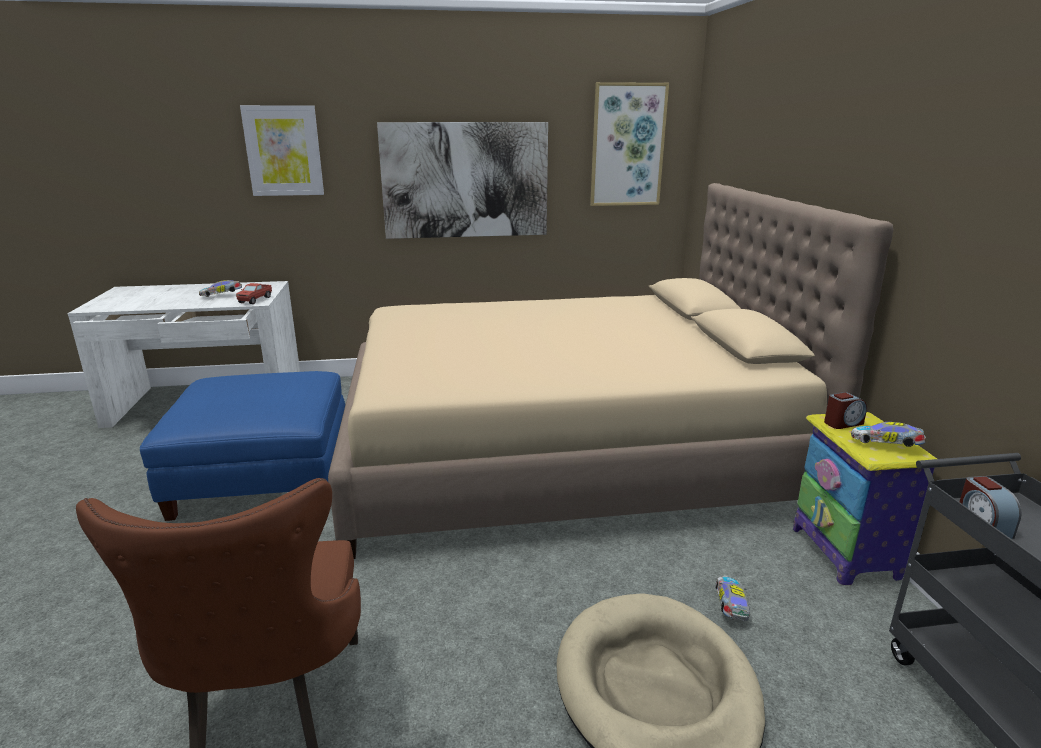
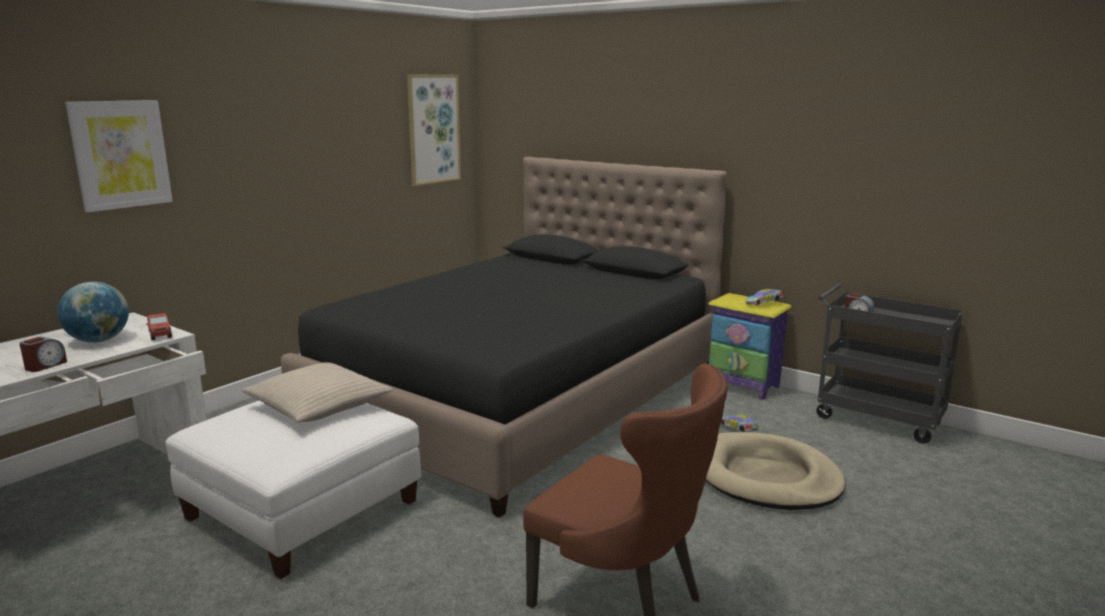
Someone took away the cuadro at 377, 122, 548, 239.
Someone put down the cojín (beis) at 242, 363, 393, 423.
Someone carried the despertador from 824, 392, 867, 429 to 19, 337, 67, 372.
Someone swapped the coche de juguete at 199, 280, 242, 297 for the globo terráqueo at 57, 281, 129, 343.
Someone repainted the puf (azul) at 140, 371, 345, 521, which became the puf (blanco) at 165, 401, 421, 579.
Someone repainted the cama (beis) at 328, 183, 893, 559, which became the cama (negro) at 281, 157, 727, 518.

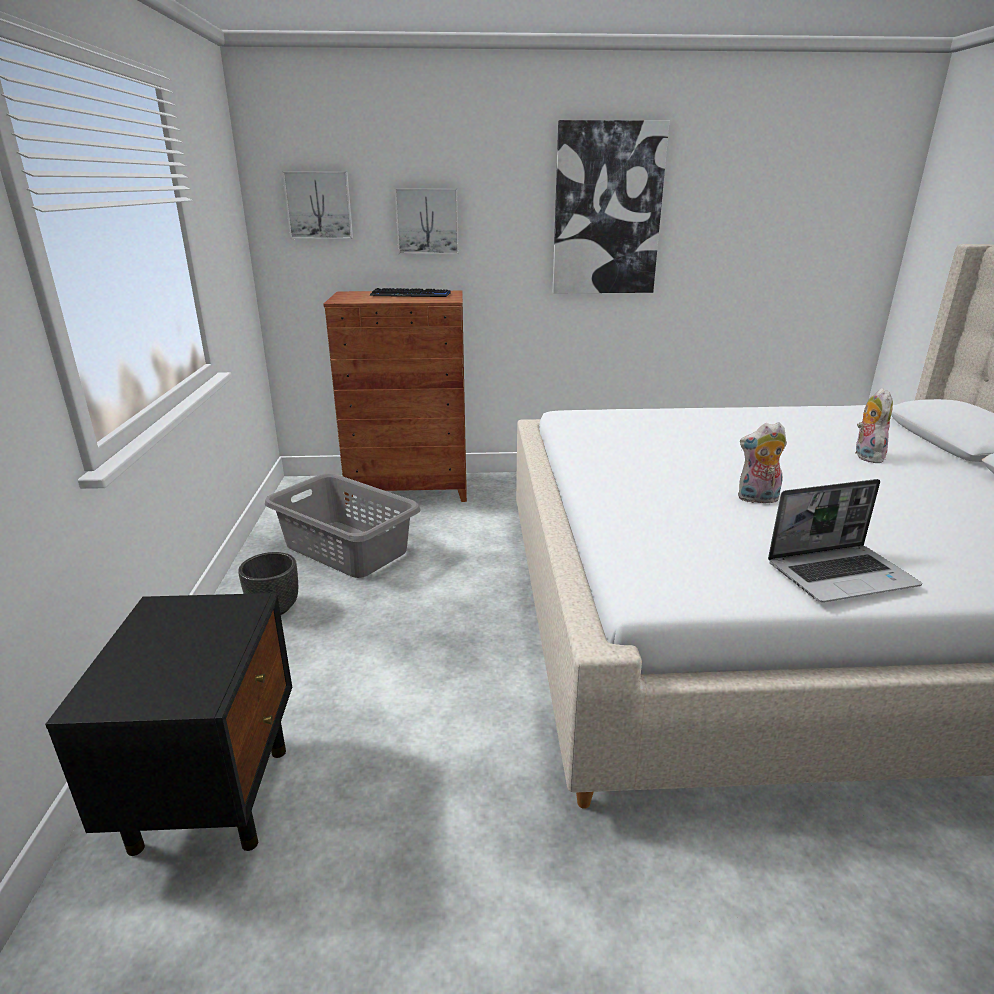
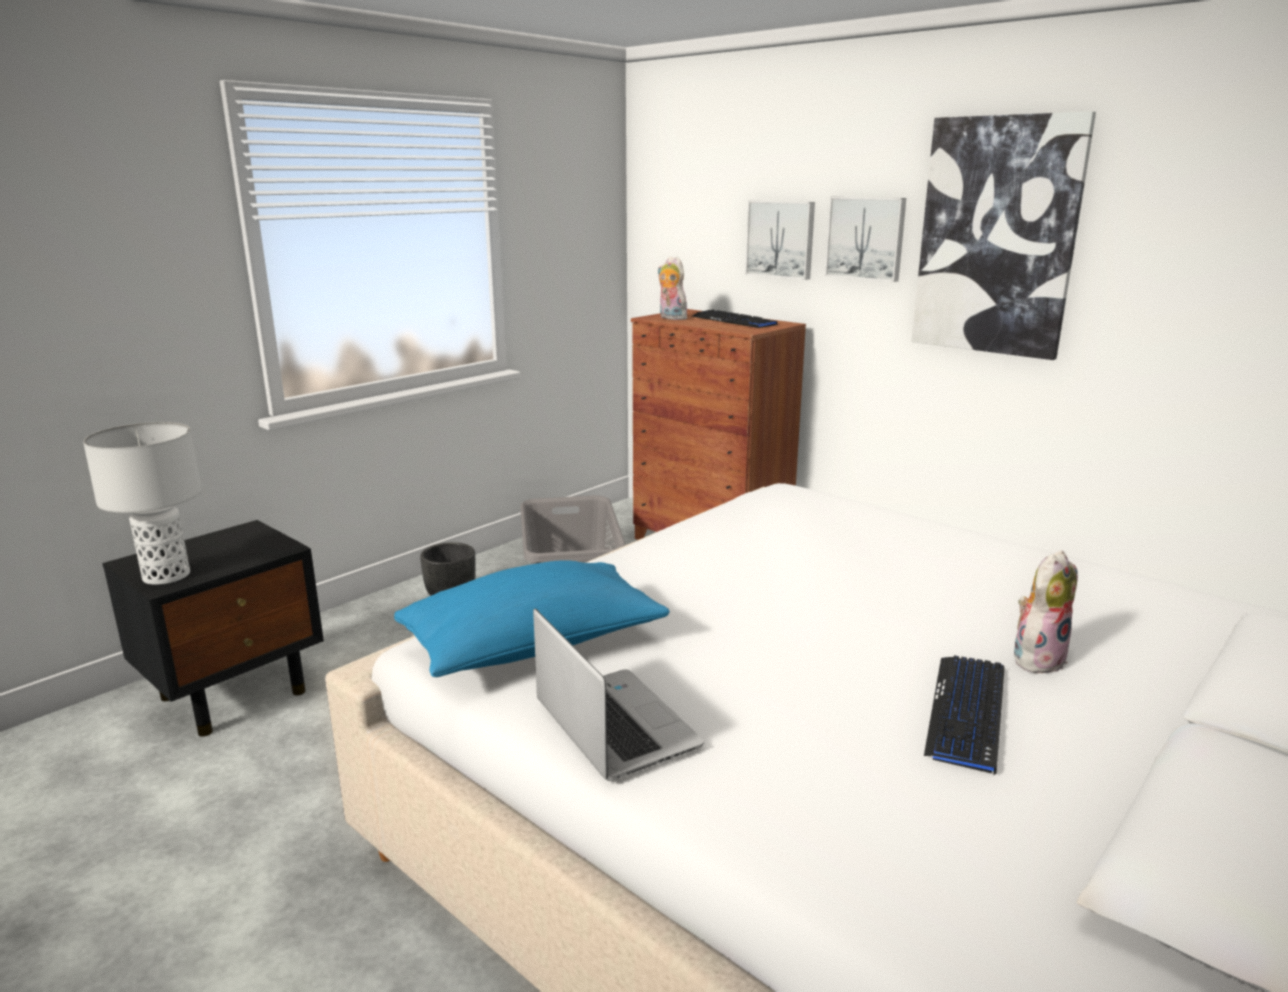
Someone put down the lámpara de mesa (blanco) at 83, 422, 202, 585.
Someone put down the cojín (azul) at 394, 560, 670, 677.
Someone put down the teclado at 924, 655, 1004, 775.
Someone carried the cuadro from 282, 171, 353, 239 to 825, 197, 906, 282.
Someone carried the peluche from 738, 422, 787, 503 to 657, 256, 687, 320.
Someone rotated the portátil at 768, 479, 922, 602 by 150 degrees counterclockwise.

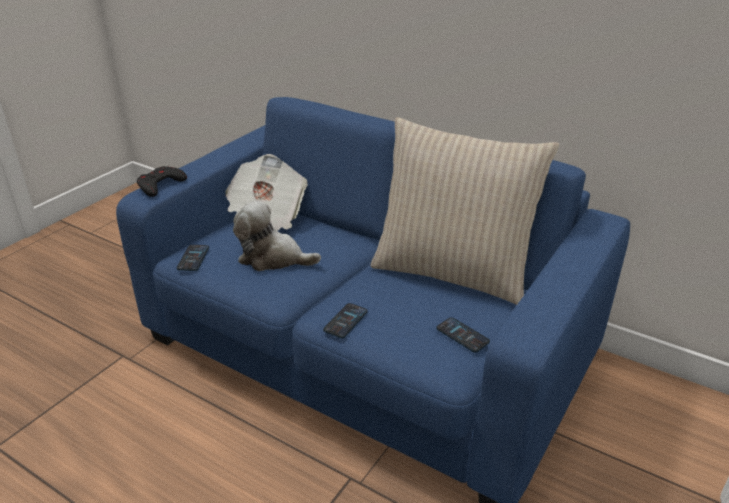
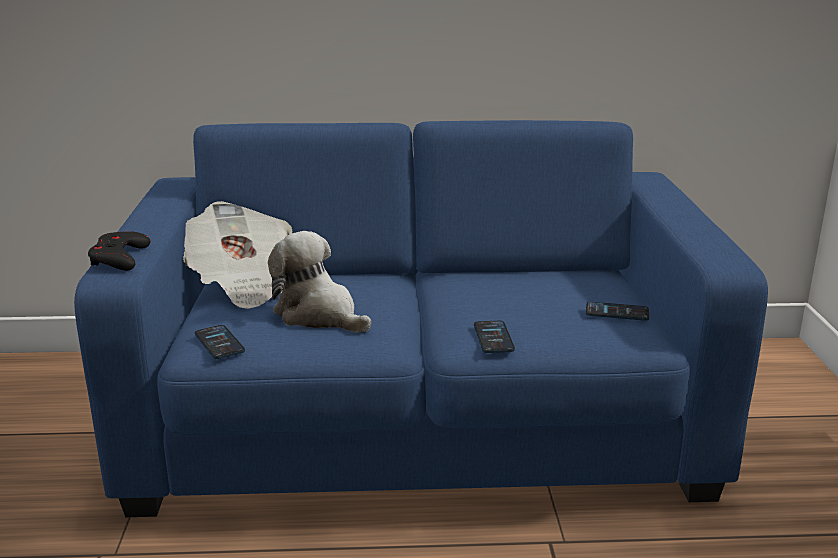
Someone took away the cojín (beis) at 370, 117, 559, 305.
Someone rotated the peluche at 233, 201, 321, 271 by 60 degrees clockwise.

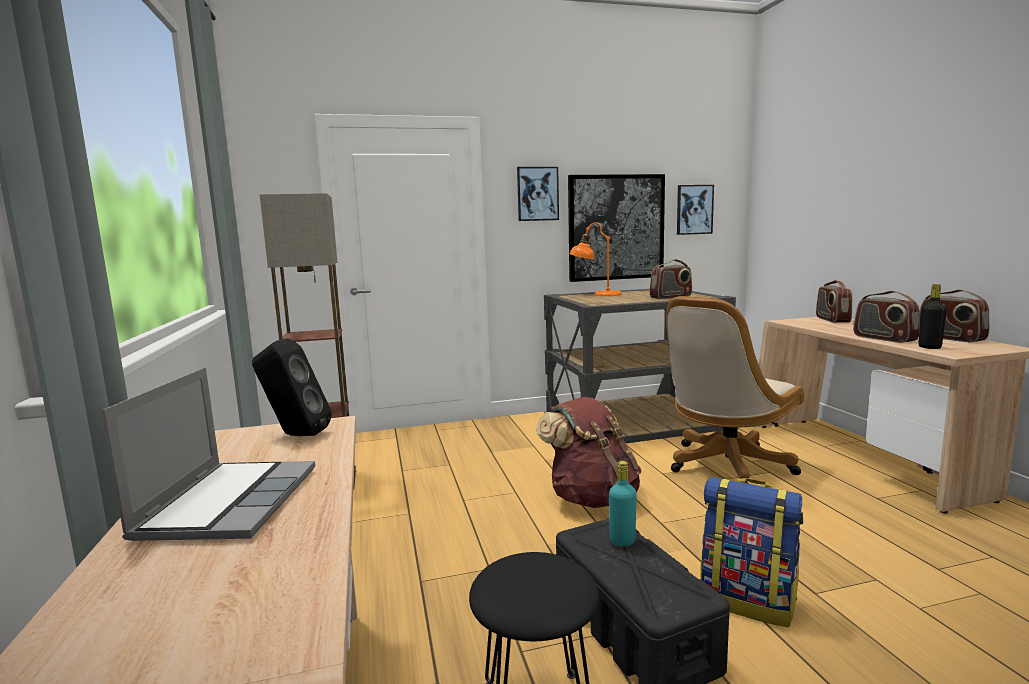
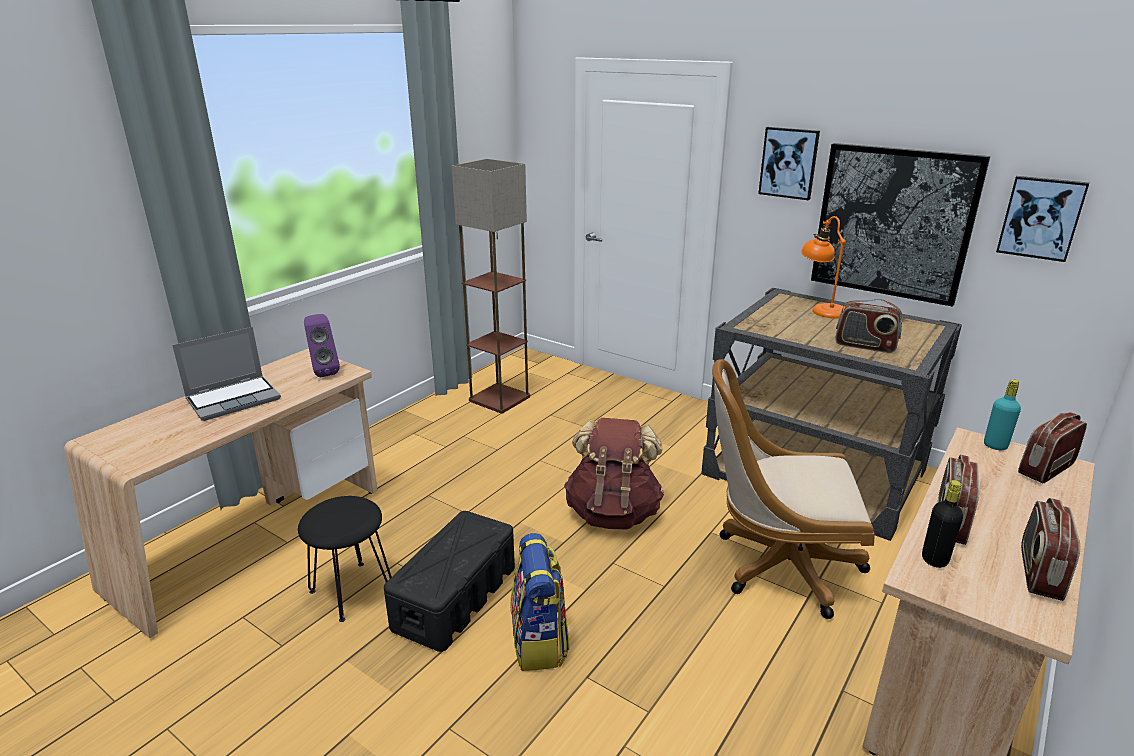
Someone carried the botella (turquesa) from 609, 461, 637, 547 to 984, 379, 1021, 450.
Someone repainted the altavoz (negro) at 252, 338, 332, 436, which became the altavoz (morado) at 304, 314, 340, 377.

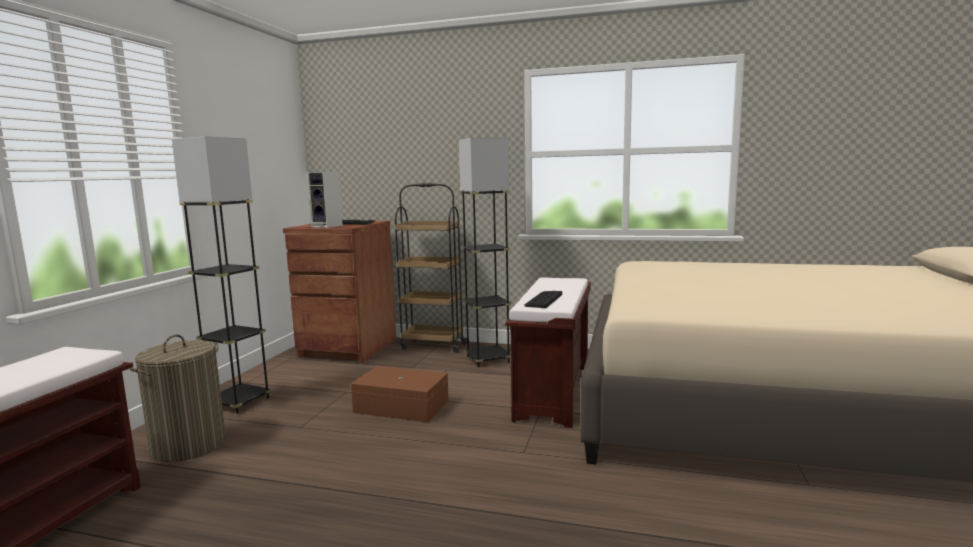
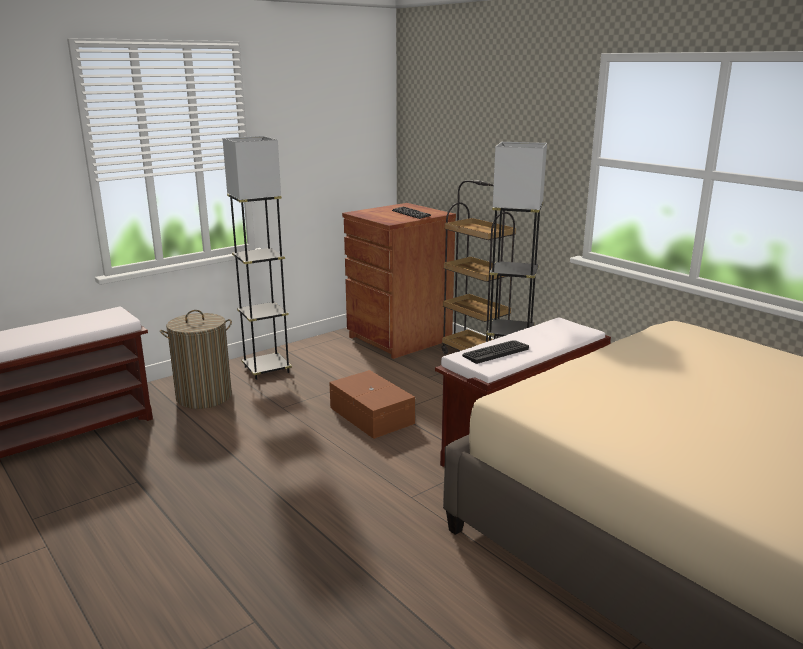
Someone took away the altavoz at 307, 171, 343, 228.

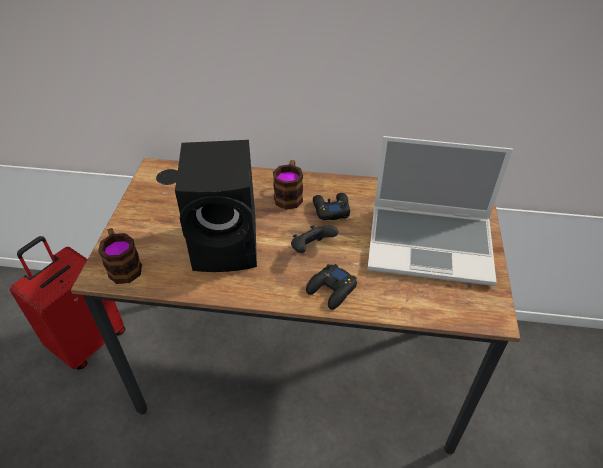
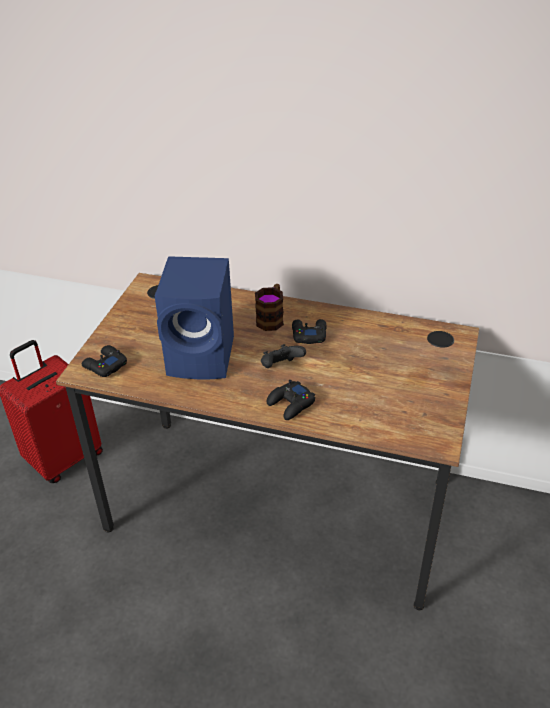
Someone took away the portátil at 368, 136, 513, 286.
Someone swapped the taza grande at 98, 228, 142, 284 for the mando de consola (negro) at 81, 345, 127, 377.
Someone repainted the altavoz (negro) at 175, 140, 257, 272, which became the altavoz (azul) at 154, 256, 234, 379.

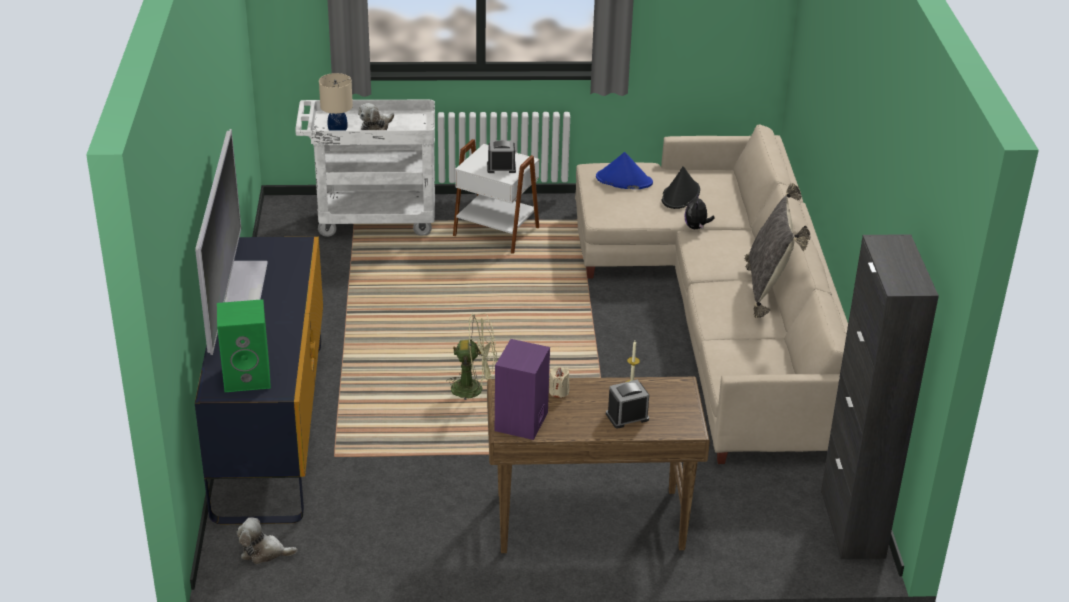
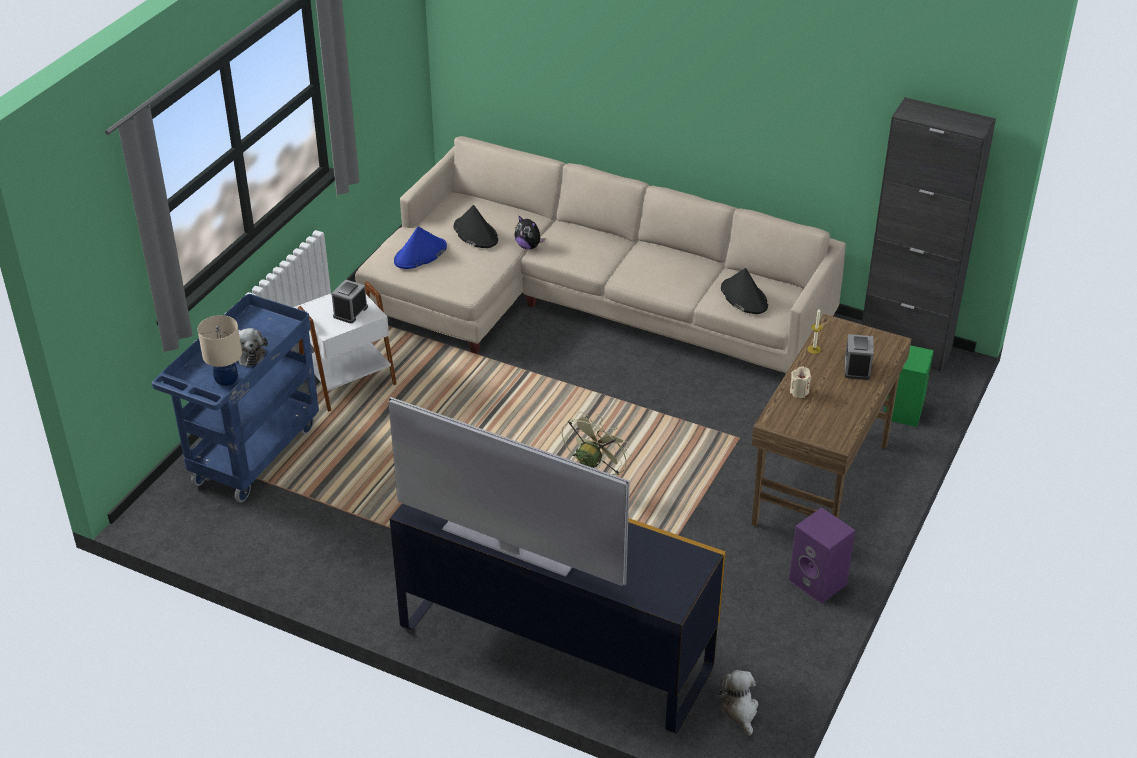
Someone took away the cojín at 744, 183, 810, 318.
Someone put down the sombrero (negro) at 721, 268, 768, 314.
Someone carried the altavoz (verde) from 217, 299, 271, 392 to 884, 345, 934, 427.
Someone carried the altavoz (morado) from 495, 339, 550, 440 to 789, 507, 855, 604.
Someone repainted the carrito (blanco) at 295, 100, 435, 237, which became the carrito (azul) at 152, 294, 319, 502.
Someone rotated the peluche at 237, 517, 298, 564 by 135 degrees clockwise.

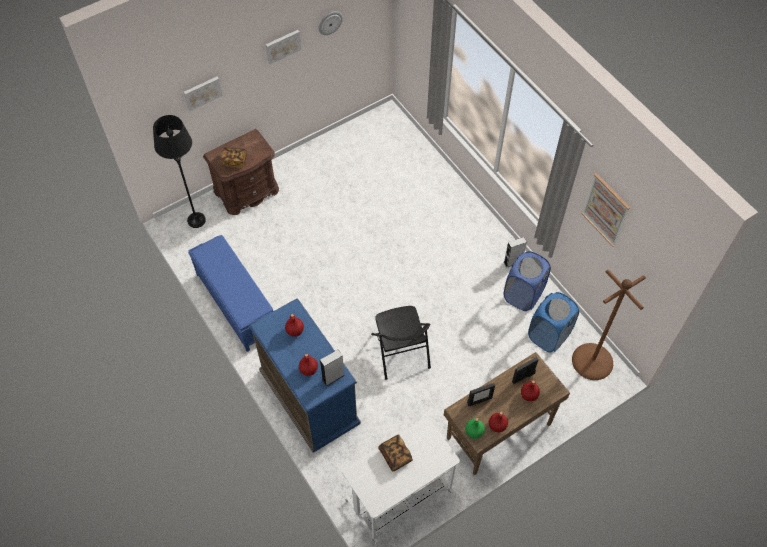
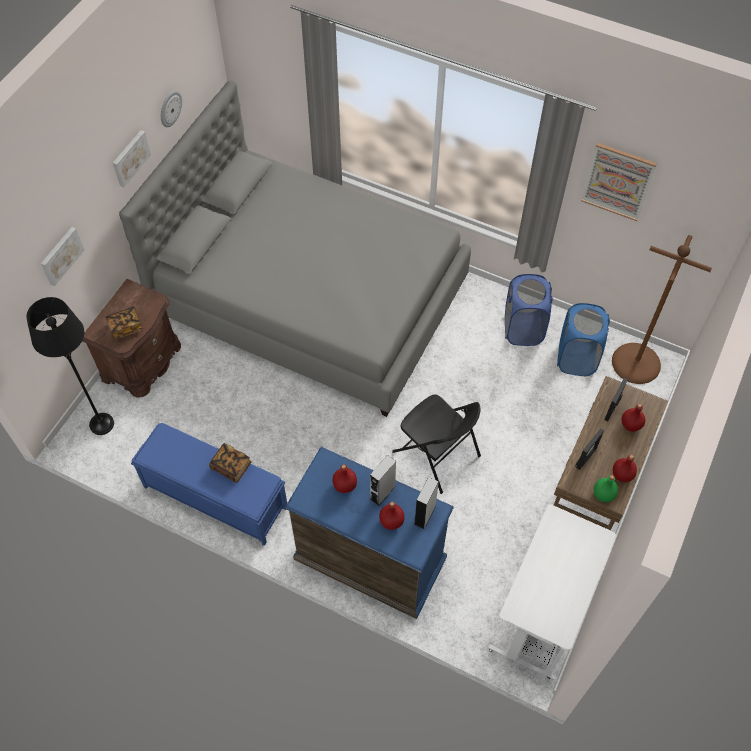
Someone put down the cama (gris) at 119, 80, 471, 417.
Someone carried the libro from 378, 434, 413, 471 to 209, 443, 252, 483.
Someone carried the altavoz (gris) from 504, 237, 527, 268 to 370, 455, 396, 506.

